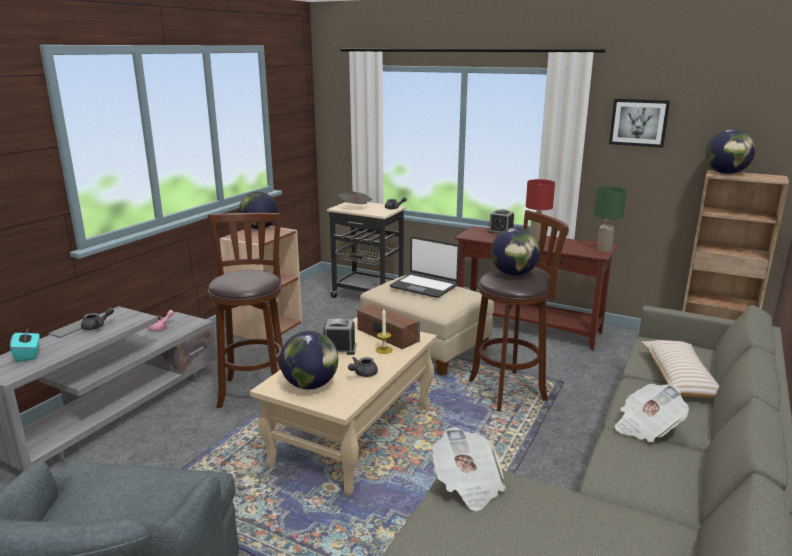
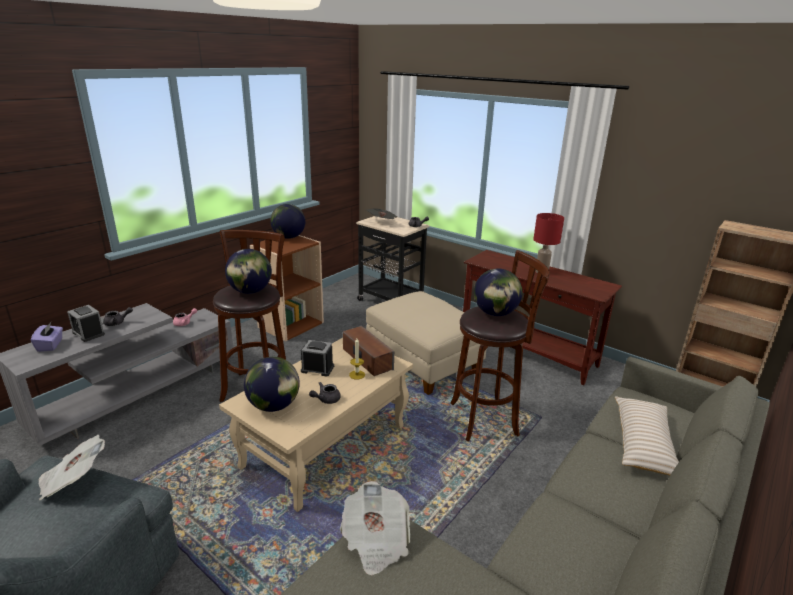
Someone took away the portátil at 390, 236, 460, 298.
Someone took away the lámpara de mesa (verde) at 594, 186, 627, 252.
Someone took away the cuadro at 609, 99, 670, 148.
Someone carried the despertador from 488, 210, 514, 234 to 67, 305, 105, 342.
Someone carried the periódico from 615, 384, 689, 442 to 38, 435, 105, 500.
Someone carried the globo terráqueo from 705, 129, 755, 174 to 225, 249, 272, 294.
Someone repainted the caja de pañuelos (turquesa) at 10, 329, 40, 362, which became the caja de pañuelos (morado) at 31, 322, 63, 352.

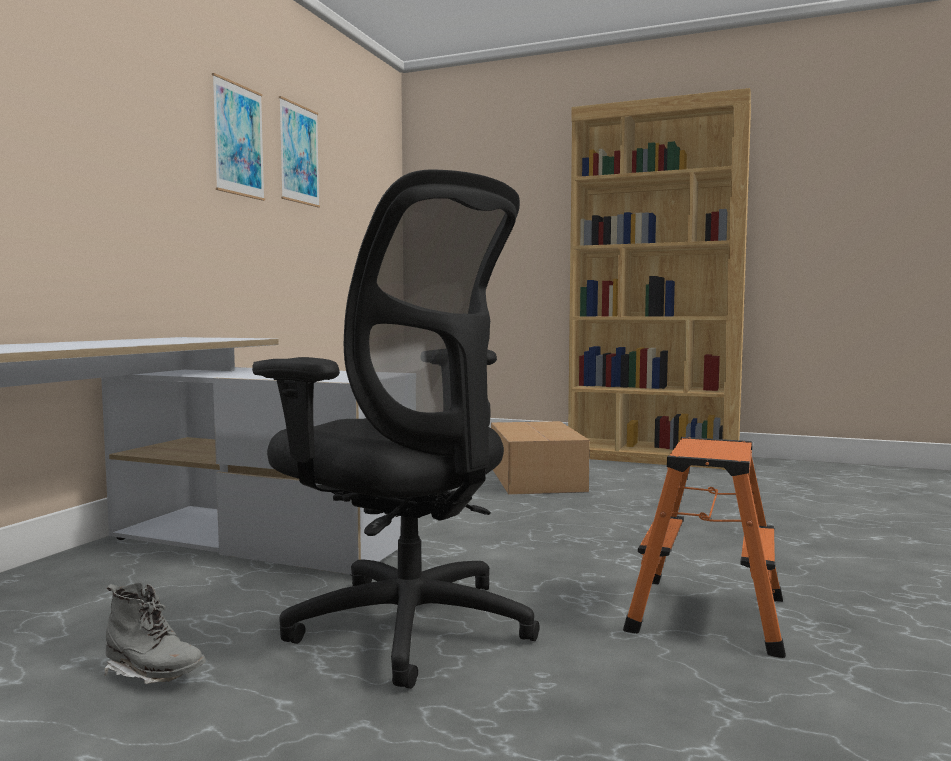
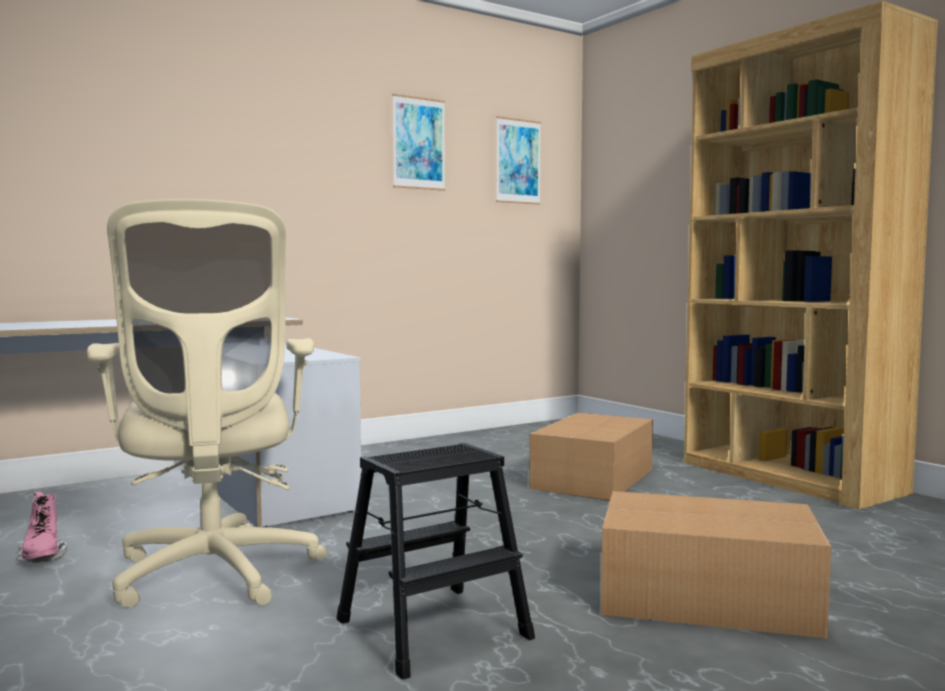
Someone put down the caja de cartón at 601, 491, 831, 639.
Someone carried the cuadro from 212, 73, 265, 201 to 496, 116, 541, 205.
Someone repainted the bota (gris) at 104, 583, 206, 684, which became the bota (rosa) at 17, 492, 67, 563.
Someone repainted the silla de oficina (negro) at 252, 170, 540, 689, which became the silla de oficina (beis) at 87, 199, 327, 608.
Someone repainted the escalera de tijera (naranja) at 623, 437, 786, 658, which became the escalera de tijera (negro) at 336, 443, 535, 679.

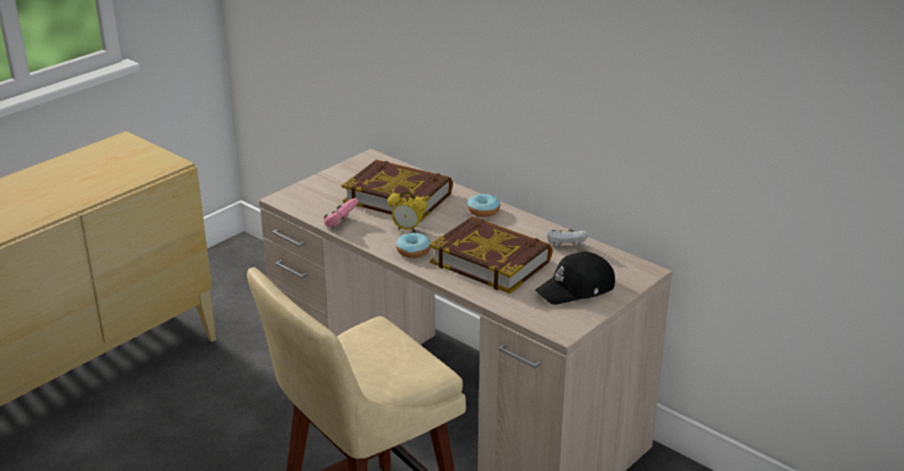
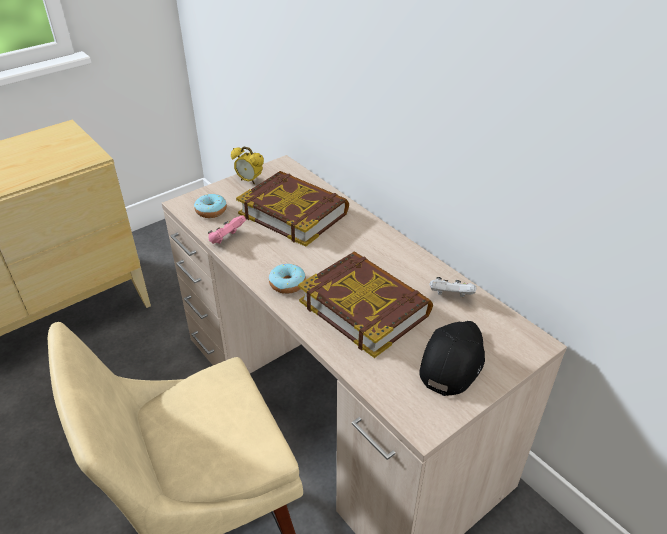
Someone carried the despertador from 388, 191, 427, 233 to 231, 146, 264, 184.
Someone carried the rosquilla from 467, 194, 500, 217 to 194, 194, 227, 218.
Someone rotated the gorra (negro) at 535, 252, 615, 305 by 135 degrees clockwise.

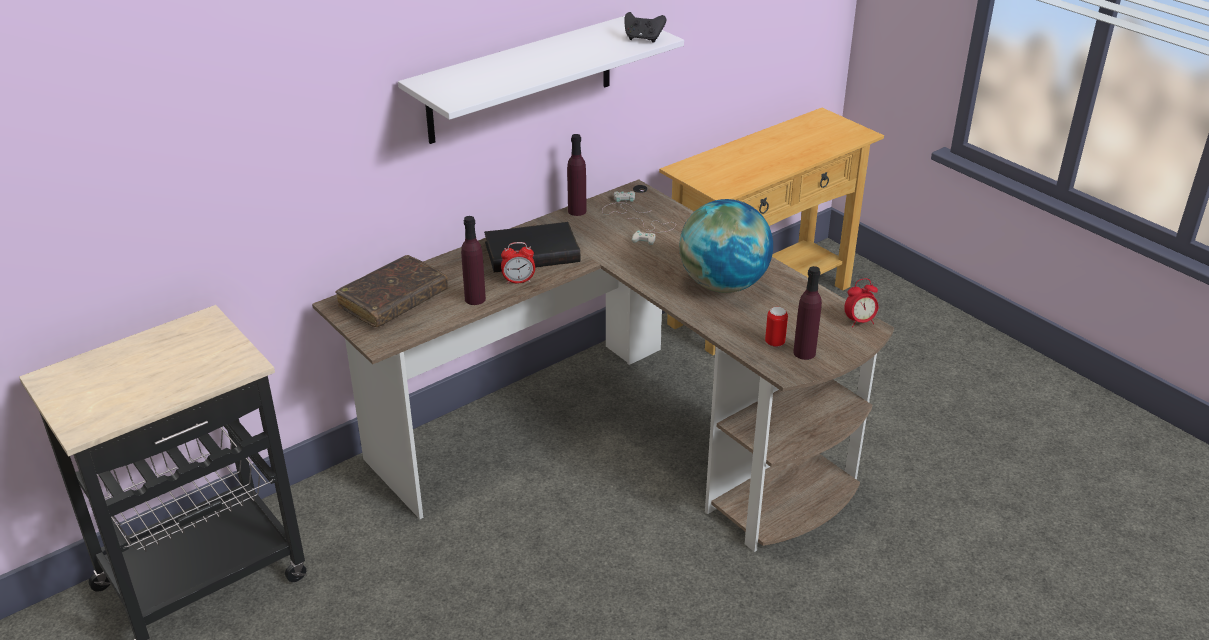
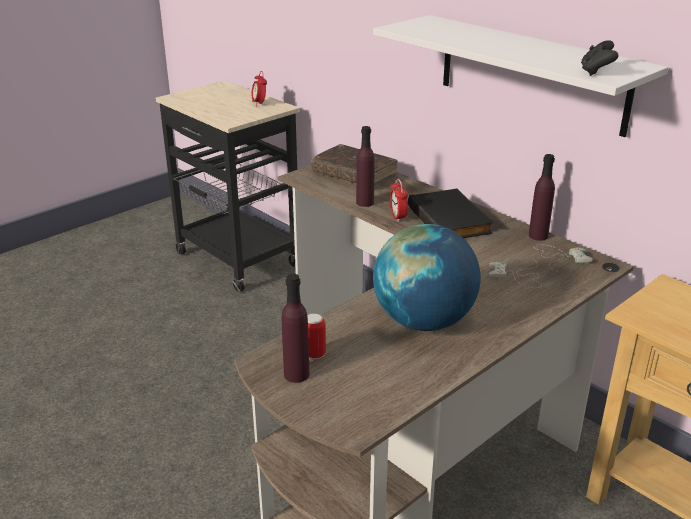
Someone carried the despertador from 844, 278, 878, 327 to 251, 71, 267, 107.

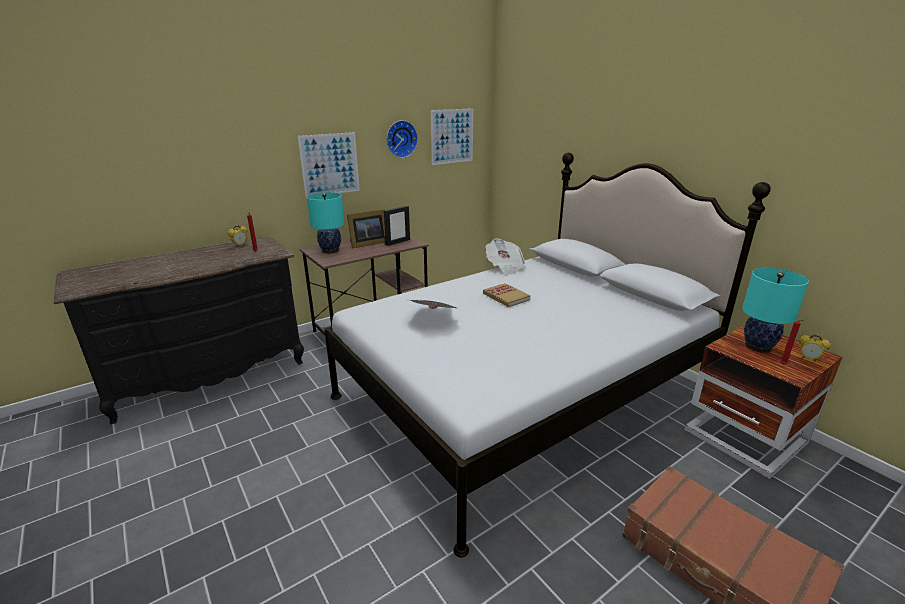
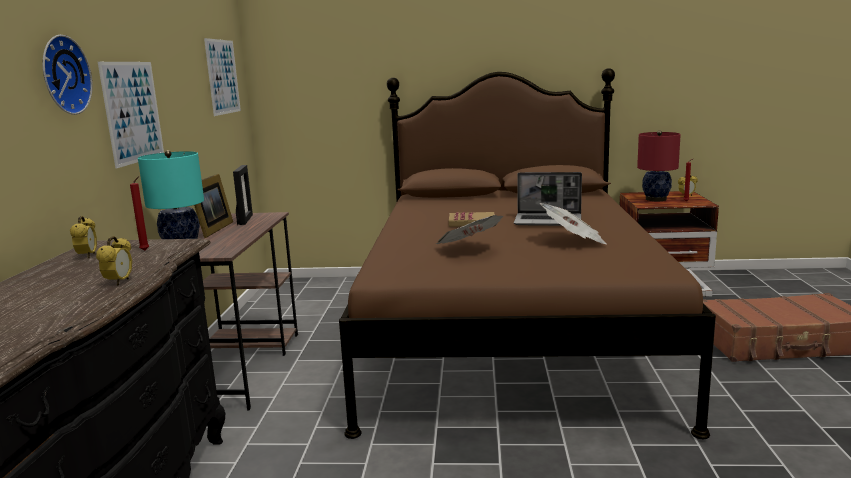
Someone put down the despertador at 96, 236, 132, 286.
Someone put down the portátil at 514, 172, 582, 226.
Someone carried the reloj de pared from 387, 120, 418, 158 to 43, 35, 93, 115.
Someone carried the periódico from 486, 238, 526, 275 to 540, 203, 606, 244.
Someone repainted the cama (blanco) at 324, 153, 771, 558, which became the cama (marrón) at 339, 68, 716, 439.
Someone repainted the lámpara de mesa (turquesa) at 742, 268, 809, 353, which became the lámpara de mesa (rojo) at 637, 131, 681, 201.

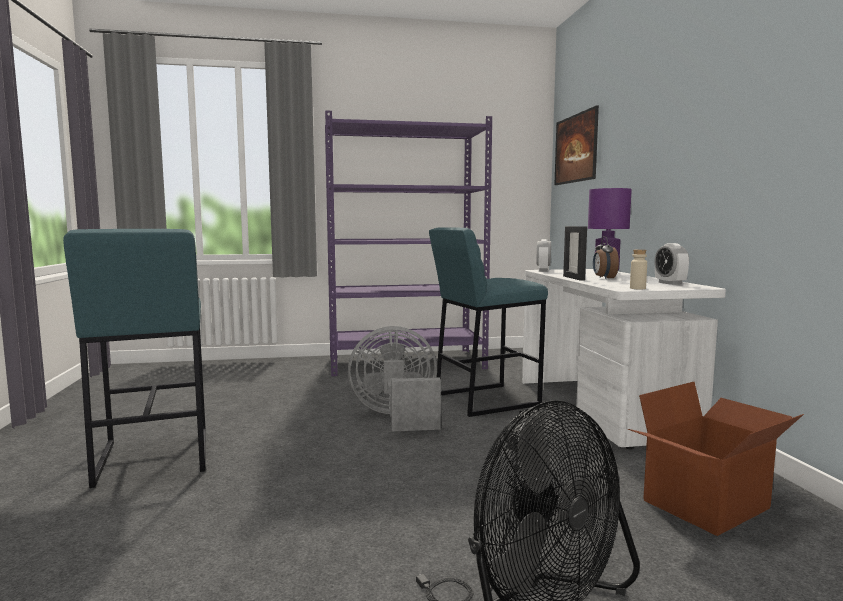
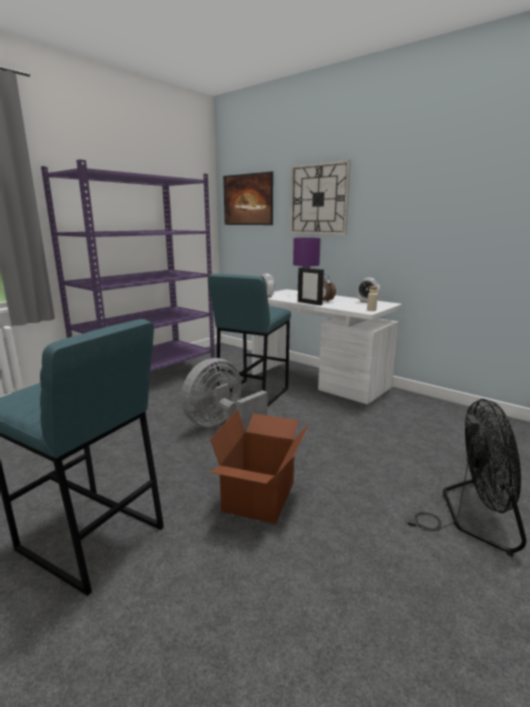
Someone put up the reloj de pared at 290, 160, 351, 235.
Someone carried the caja de cartón from 628, 382, 804, 536 to 209, 409, 310, 524.

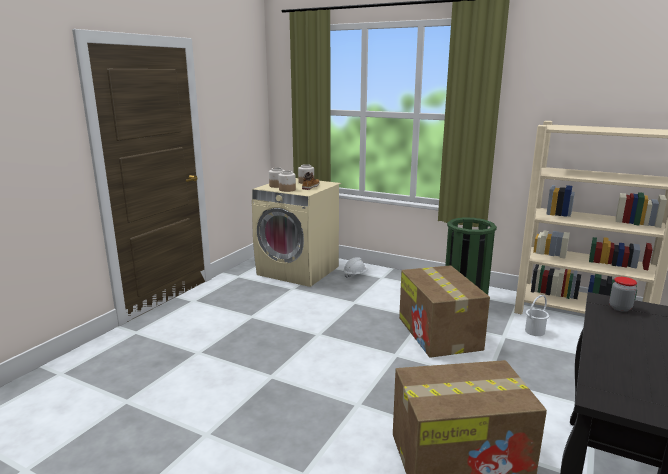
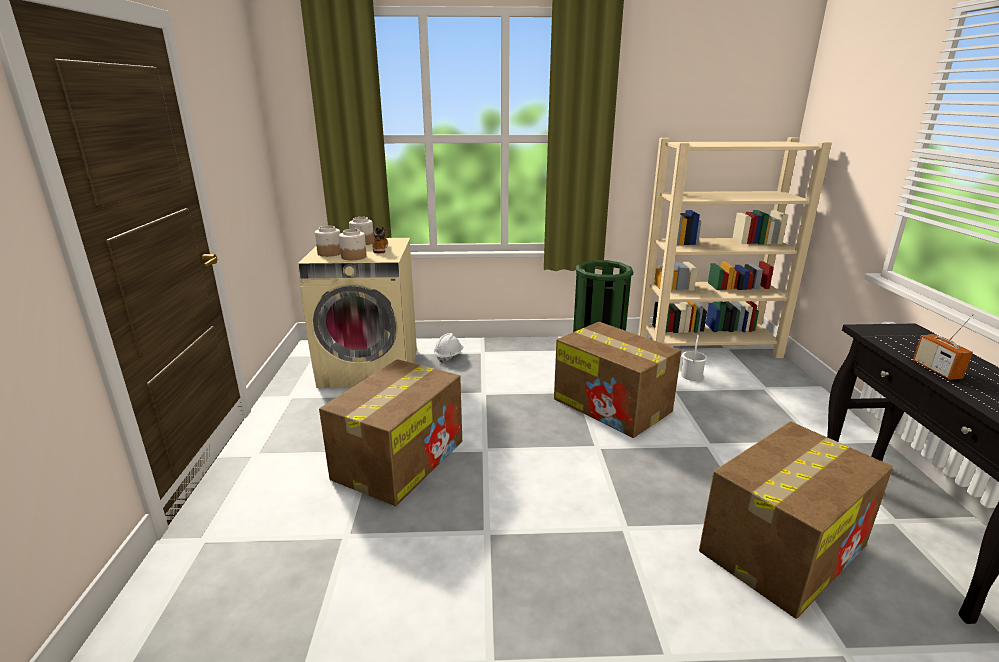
Someone took away the tarro at 609, 277, 637, 312.
Someone put down the caja de cartón at 319, 359, 462, 506.
Someone put down the radio at 913, 314, 974, 380.

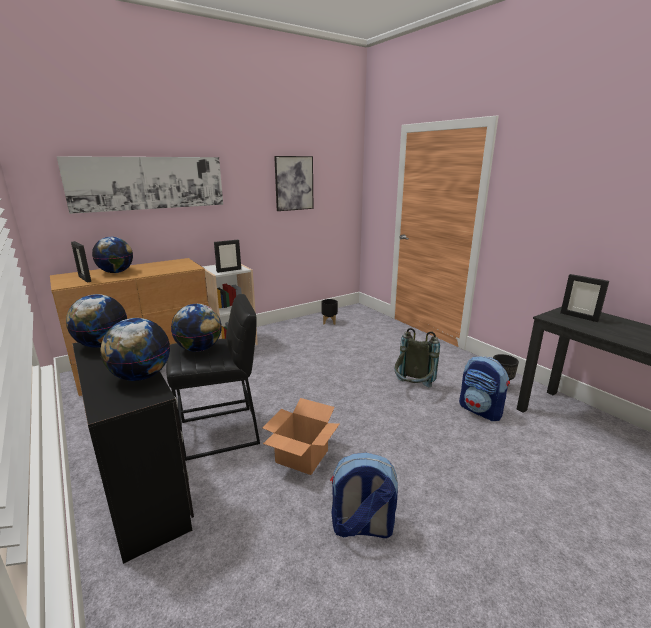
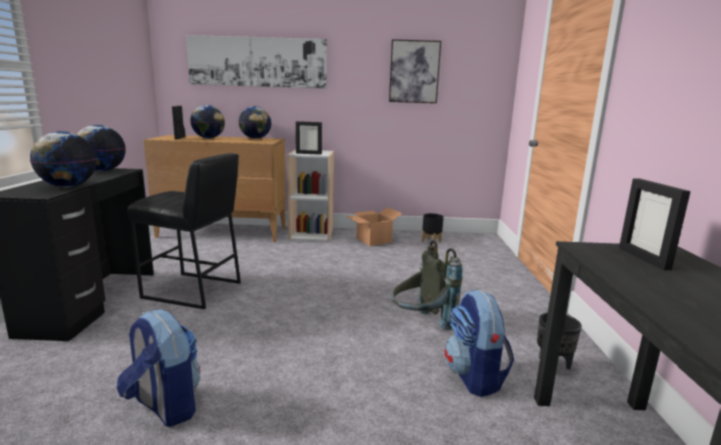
Someone carried the globo terráqueo from 171, 304, 221, 352 to 239, 106, 271, 139.
Someone carried the caja de cartón from 263, 398, 339, 475 to 346, 207, 403, 246.

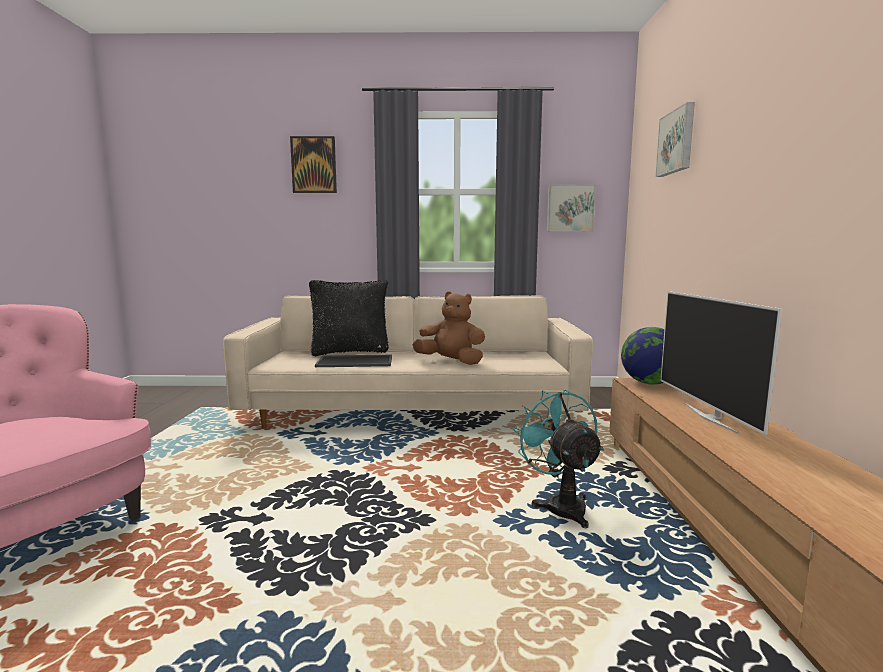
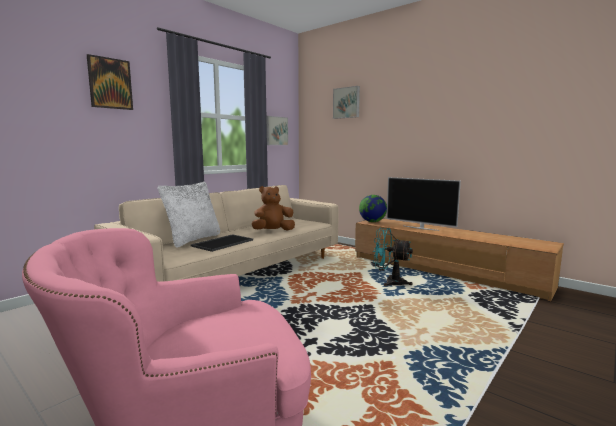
Someone repainted the cojín (negro) at 309, 280, 389, 356, which became the cojín (blanco) at 158, 182, 220, 247.

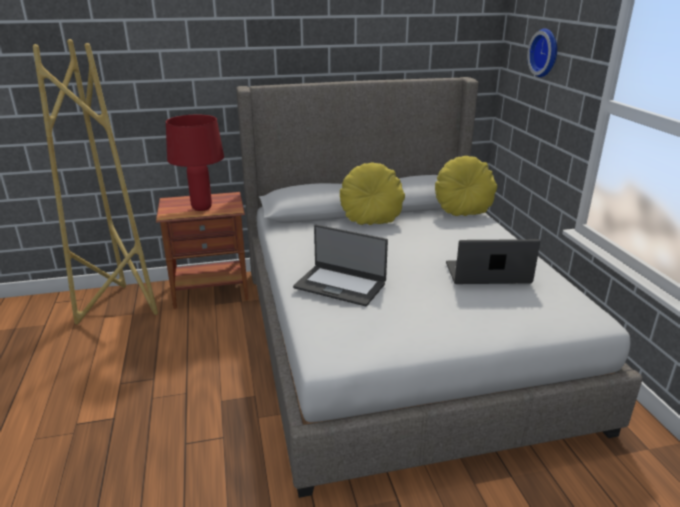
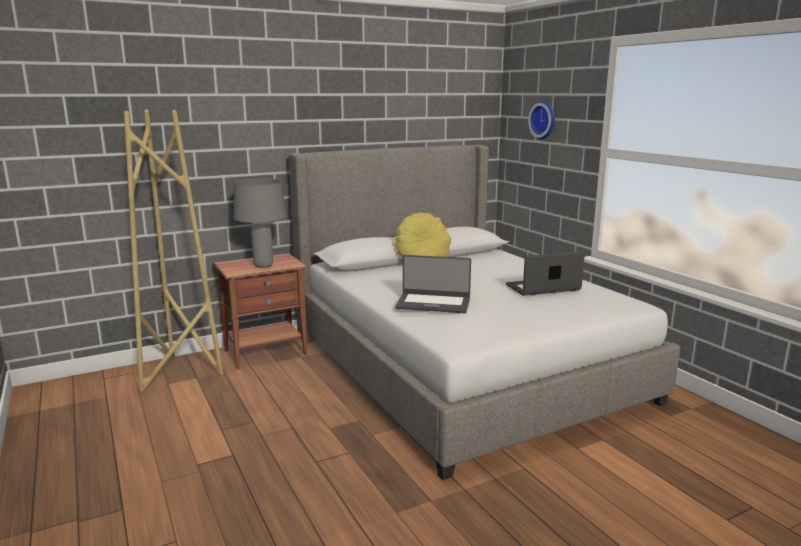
Someone took away the cojín (amarillo) at 435, 156, 497, 216.
Someone repainted the lámpara de mesa (rojo) at 166, 115, 224, 211, which became the lámpara de mesa (gris) at 233, 179, 287, 268.

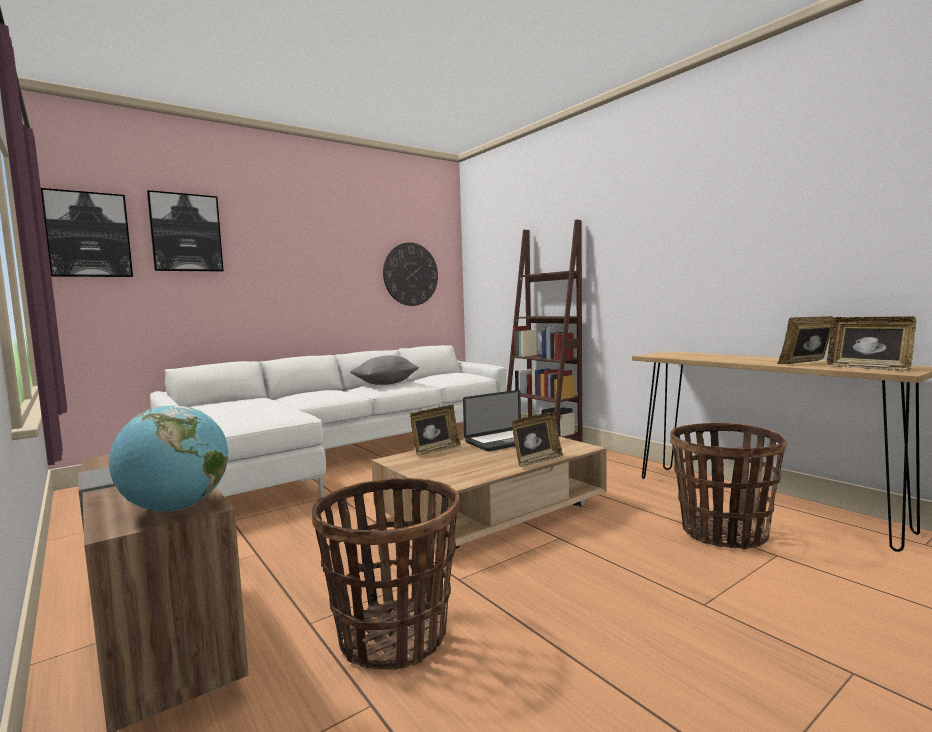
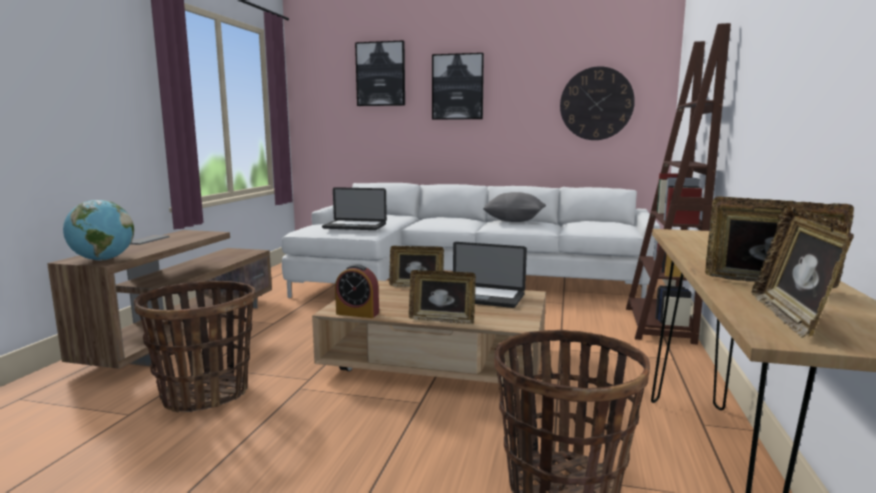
Someone put down the portátil at 322, 187, 387, 230.
Someone put down the despertador at 335, 264, 379, 318.
Someone carried the cuadro from 41, 188, 133, 277 to 432, 53, 484, 120.

